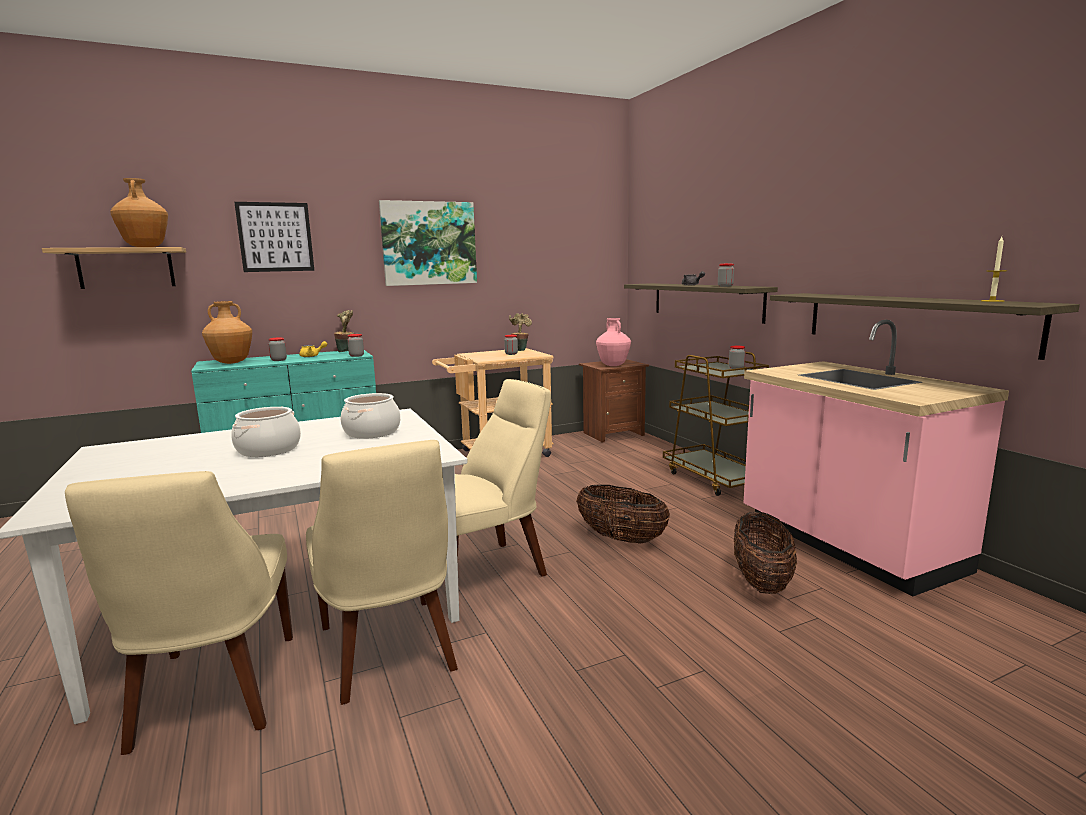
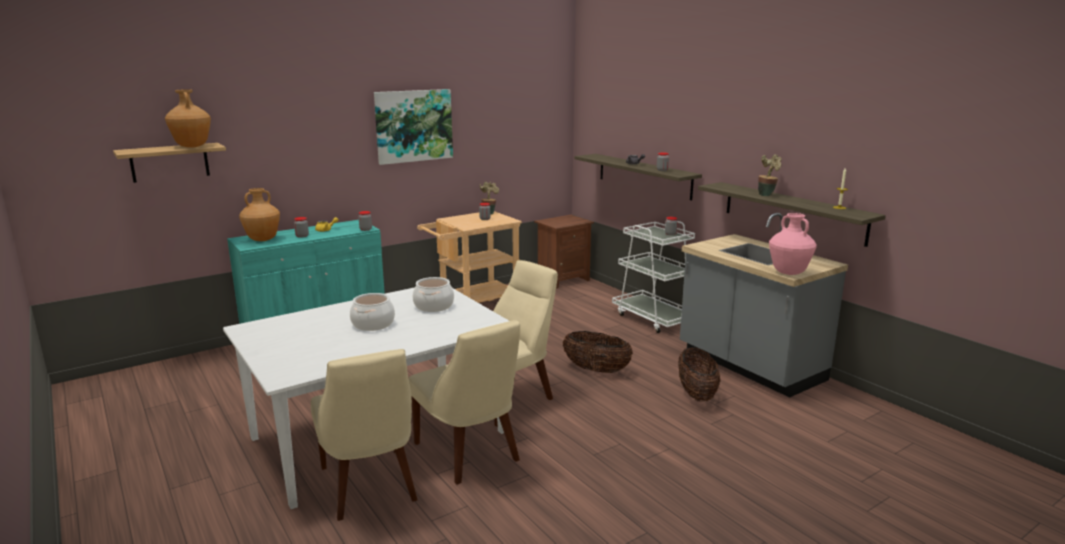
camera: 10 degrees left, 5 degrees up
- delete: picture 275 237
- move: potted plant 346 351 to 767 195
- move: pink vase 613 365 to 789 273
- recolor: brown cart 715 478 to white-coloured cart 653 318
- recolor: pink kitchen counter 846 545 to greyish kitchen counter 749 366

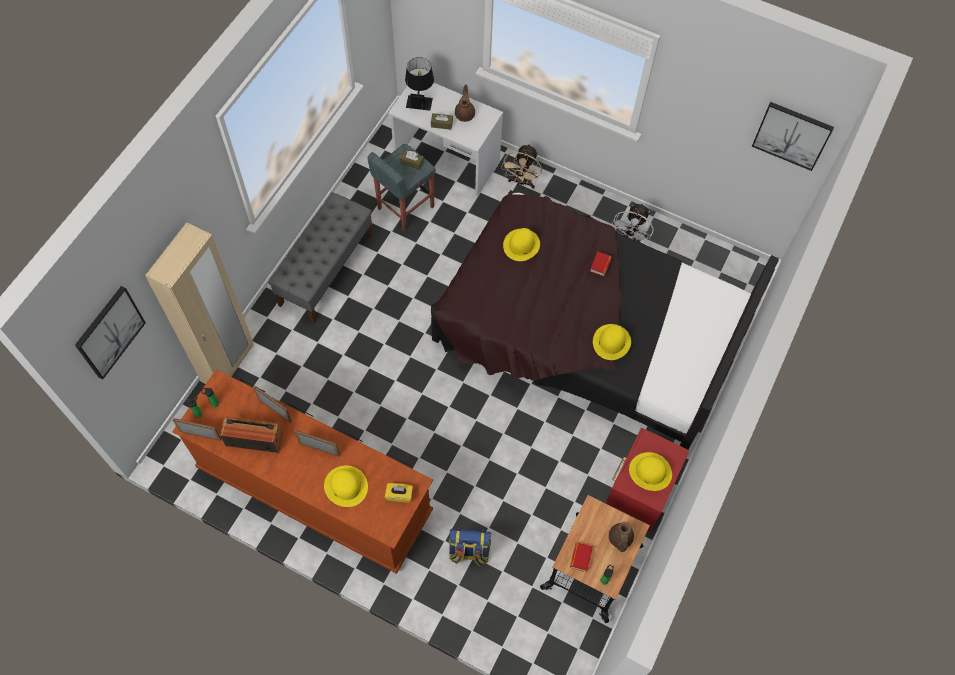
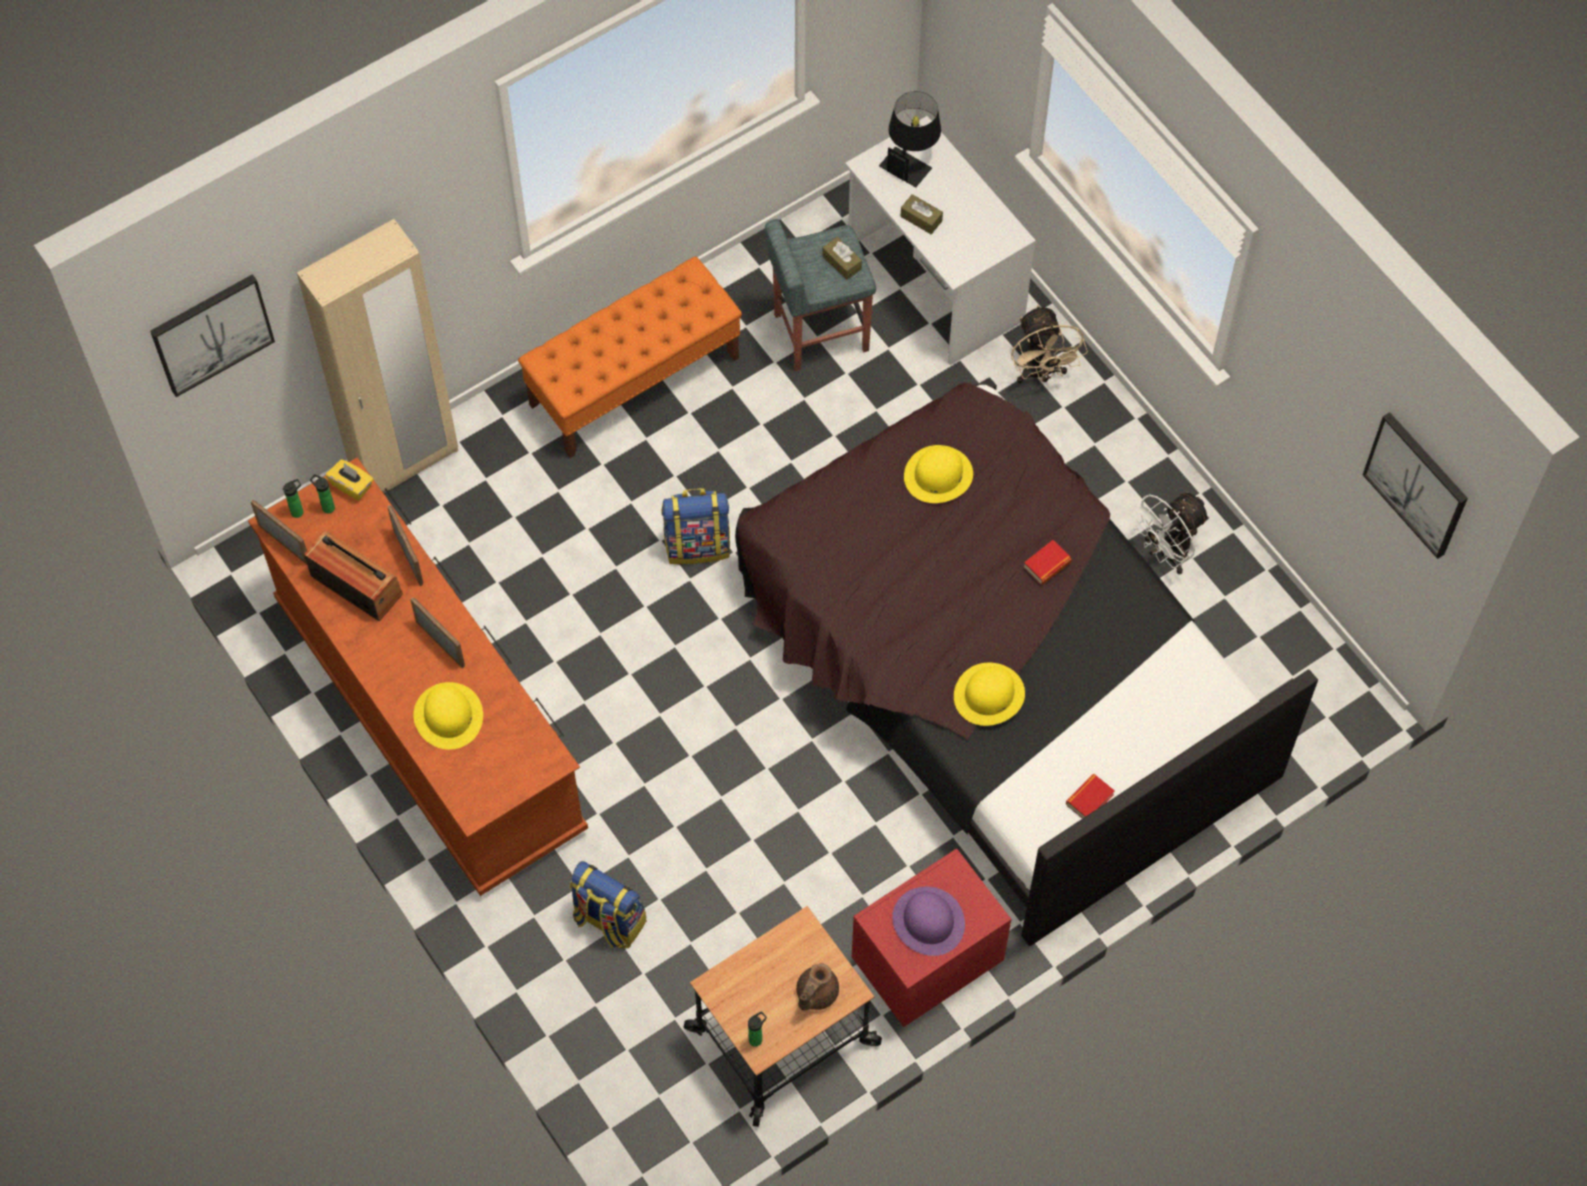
camera: 30 degrees right, 0 degrees up
- delete: brown teapot 465 114
- insert: knapsack 698 544
- move: yellow box of tissues 399 495 to 352 485
- move: book 580 558 to 1089 799
- recolor: greyish indoor bench 326 270 to orangey indoor bench 635 381
- recolor: yellow clothing hat 650 471 to purple clothing hat 928 921
- rotate: beige-coloured cooling fan 521 182 = 1040 373 60 degrees counterclockwise

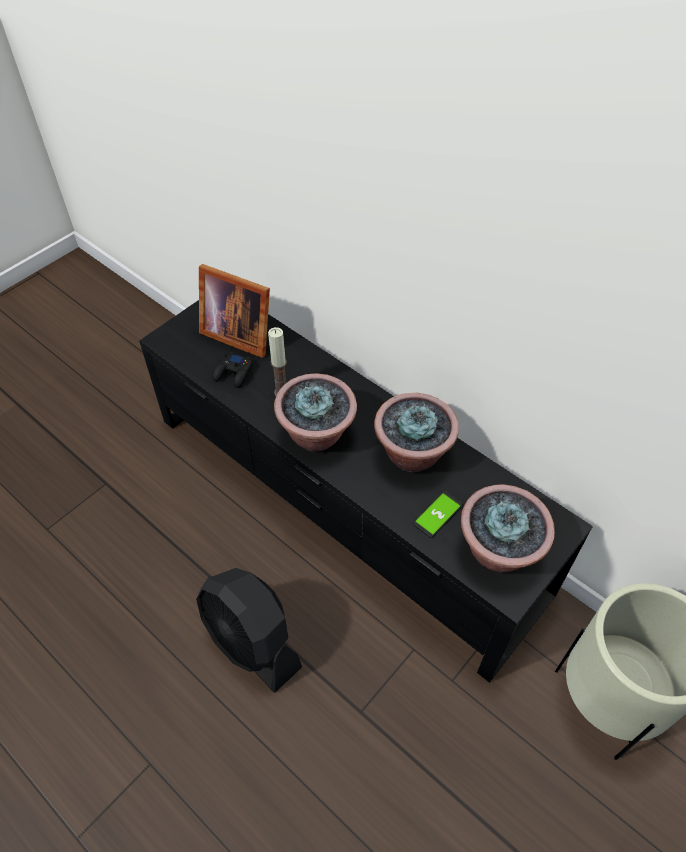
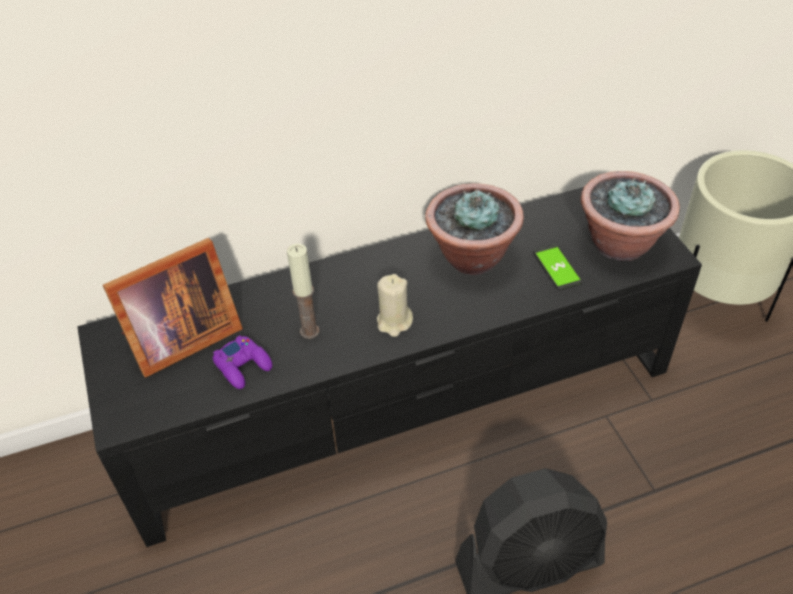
camera: 60 degrees left, 5 degrees down
- replace: potted plant 317 434 to beige-coloured wax light 394 322
- recolor: black gamepad 233 373 to purple gamepad 243 366

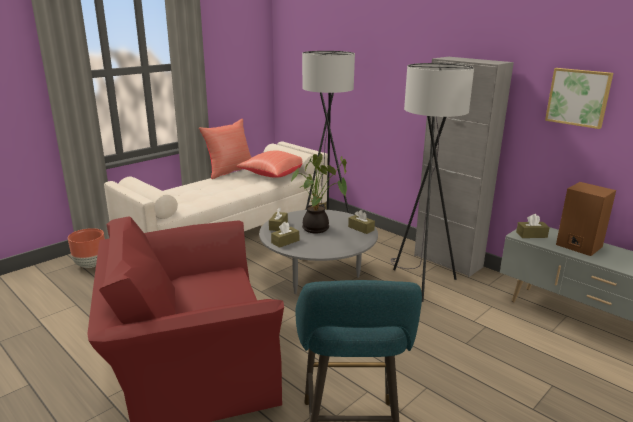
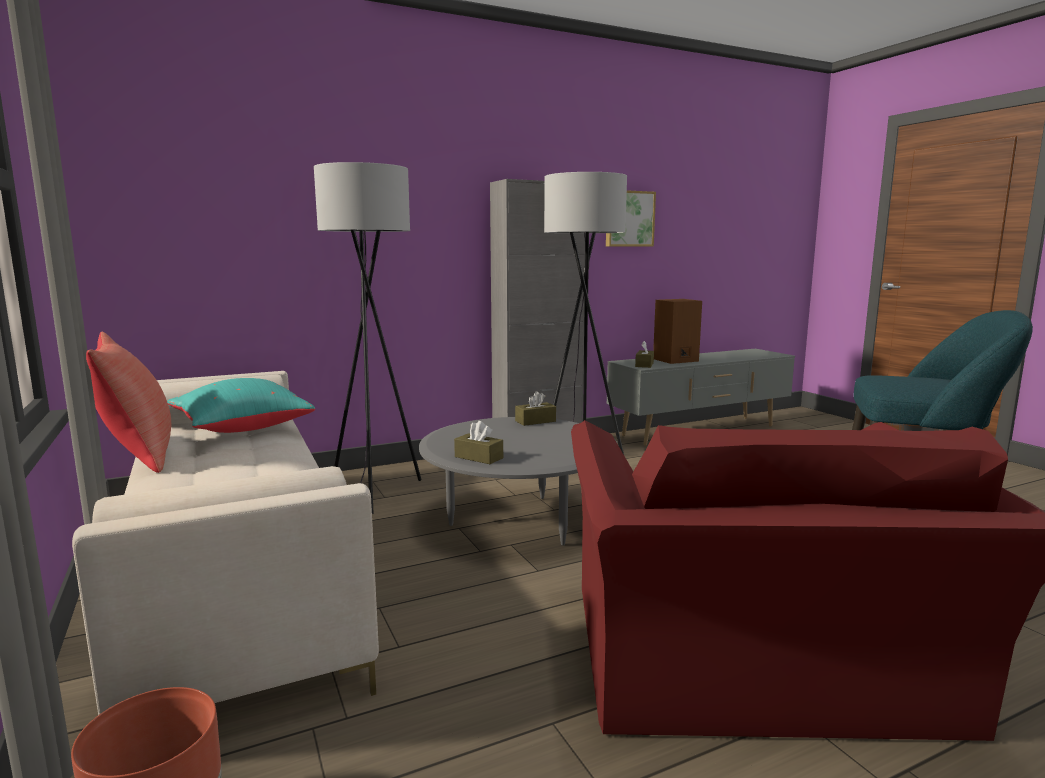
camera: 70 degrees left, 10 degrees down
- delete: brown box of tissues 285 242
- delete: potted plant 318 229
- recolor: red-coloured pillow 274 174 to turquoise pillow 241 429

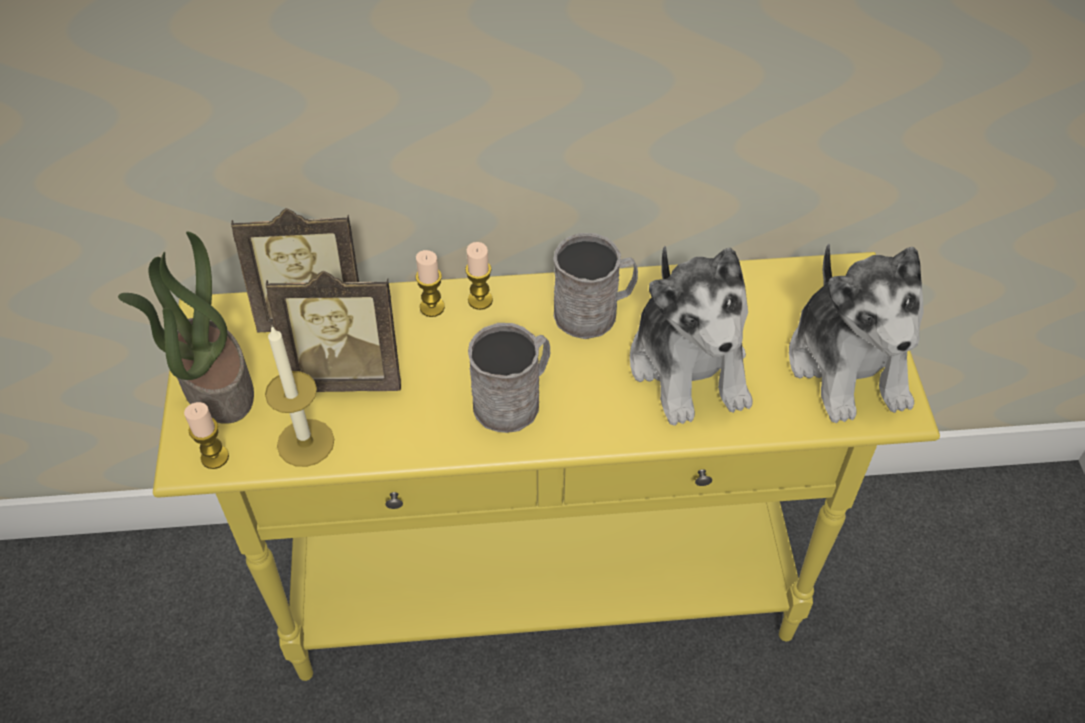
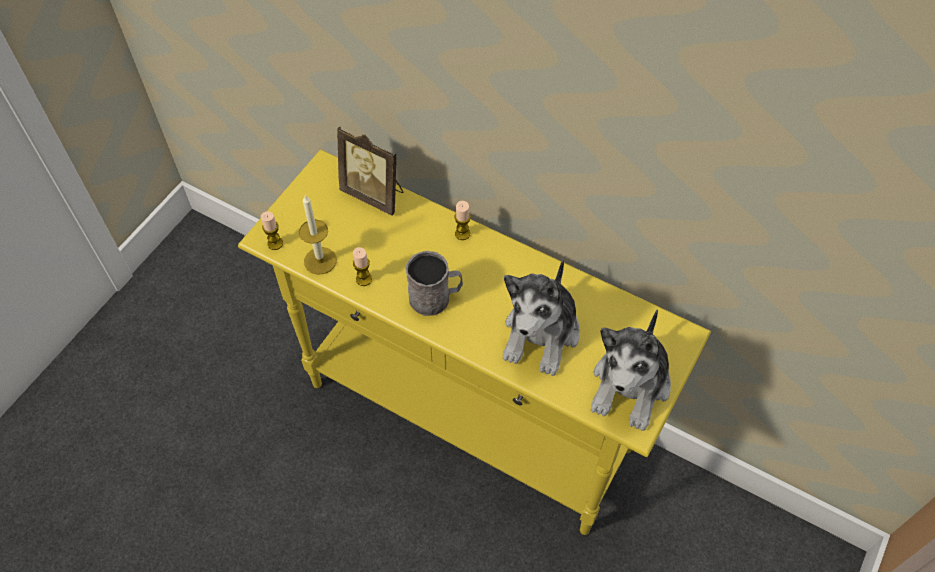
camera: 35 degrees right, 5 degrees up
- delete: potted plant 215 385
- delete: picture frame 348 373
- delete: greyish tea mug 594 312
- move: wax light 432 307 to 364 279

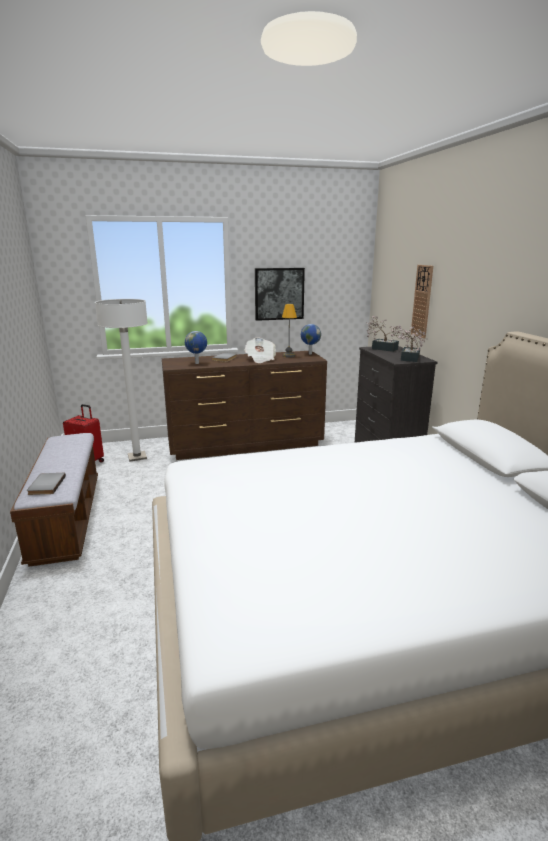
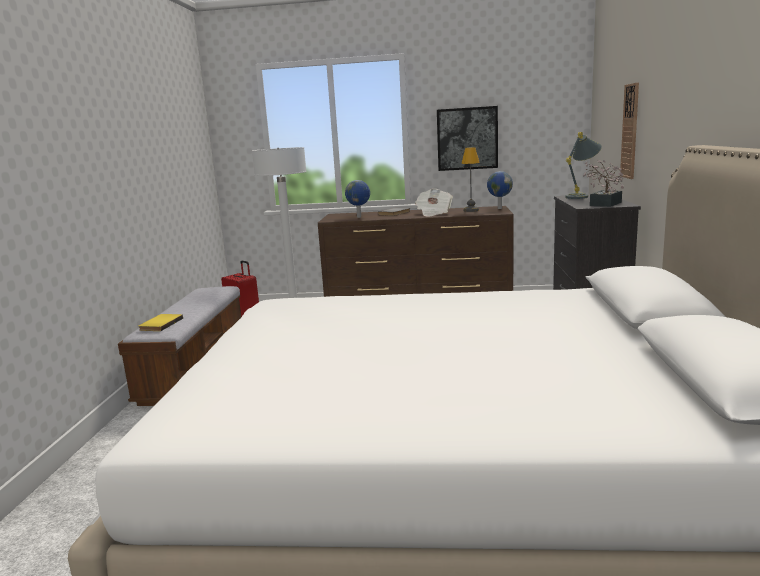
camera: 20 degrees right, 5 degrees down
- replace: potted plant 382 348 to greyish lamp for a table 582 196
- recolor: greyish book 45 485 to yellow book 160 324

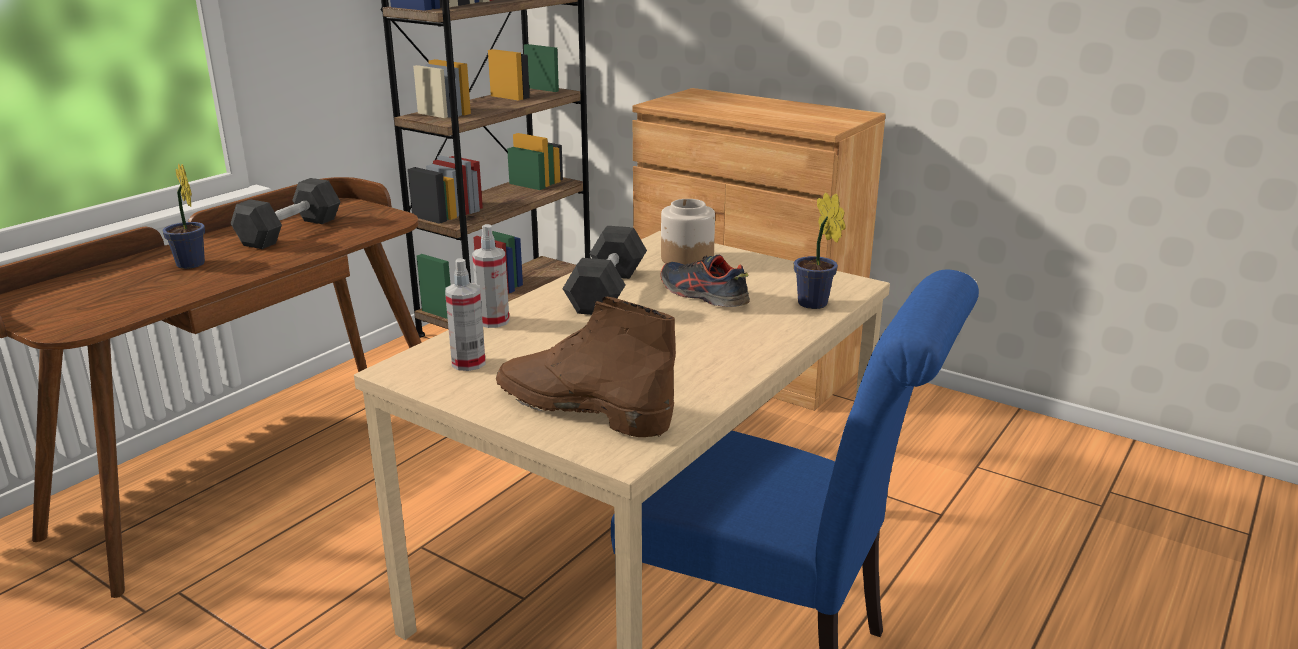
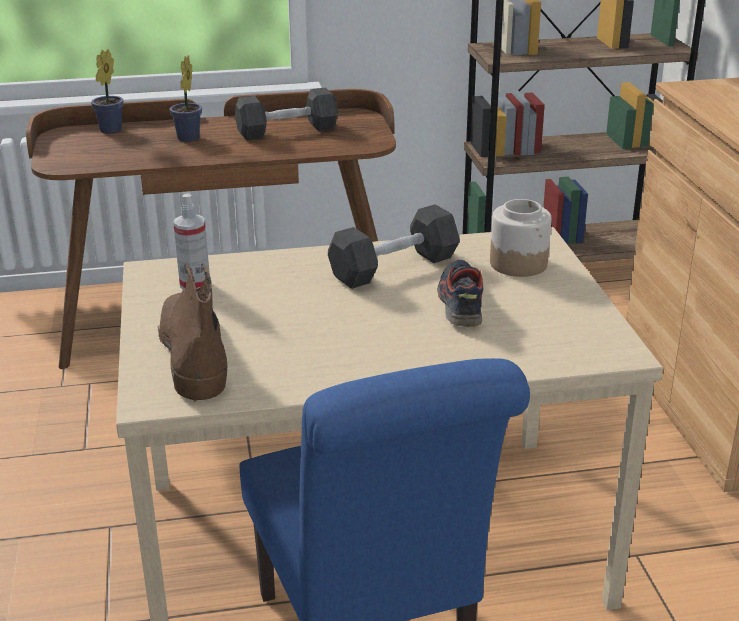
camera: 45 degrees right, 5 degrees up
- delete: spray bottle 493 321
- move: potted plant 815 305 to 109 131

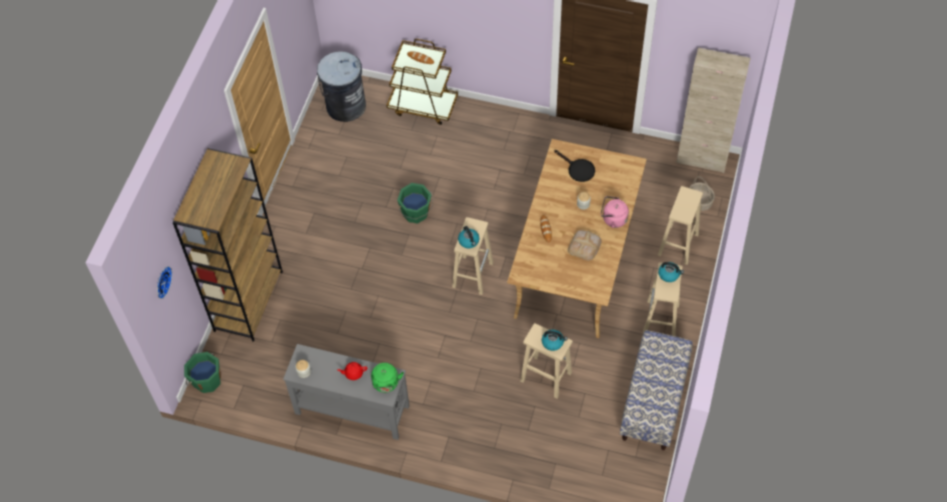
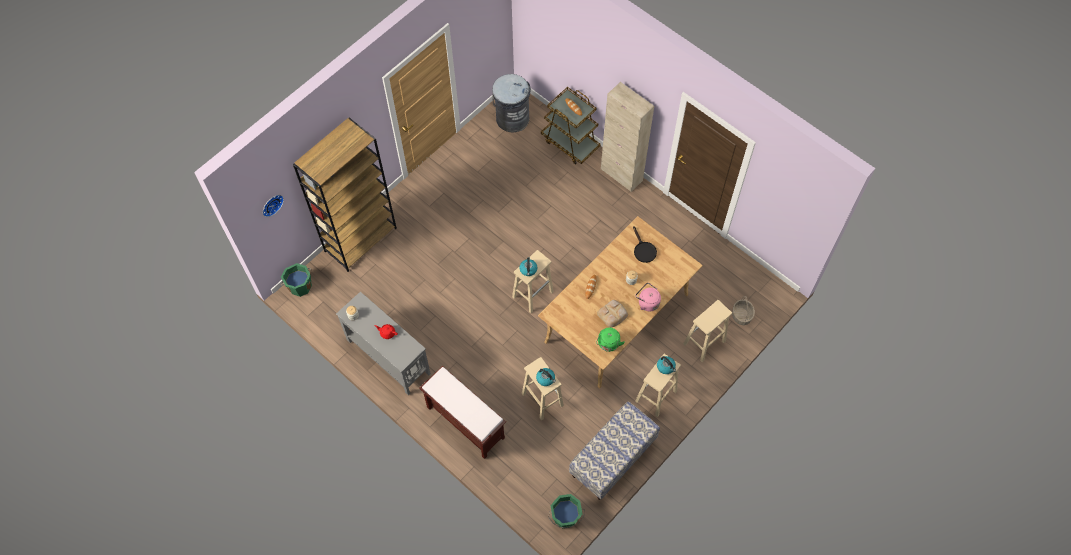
camera: 25 degrees right, 5 degrees up
- insert: brown indoor bench 464 422
- move: green-coloured tea kettle 386 384 to 608 344
- move: green-coloured bucket 416 213 to 565 517
- move: beige-coloured cabinet 702 159 to 621 175

